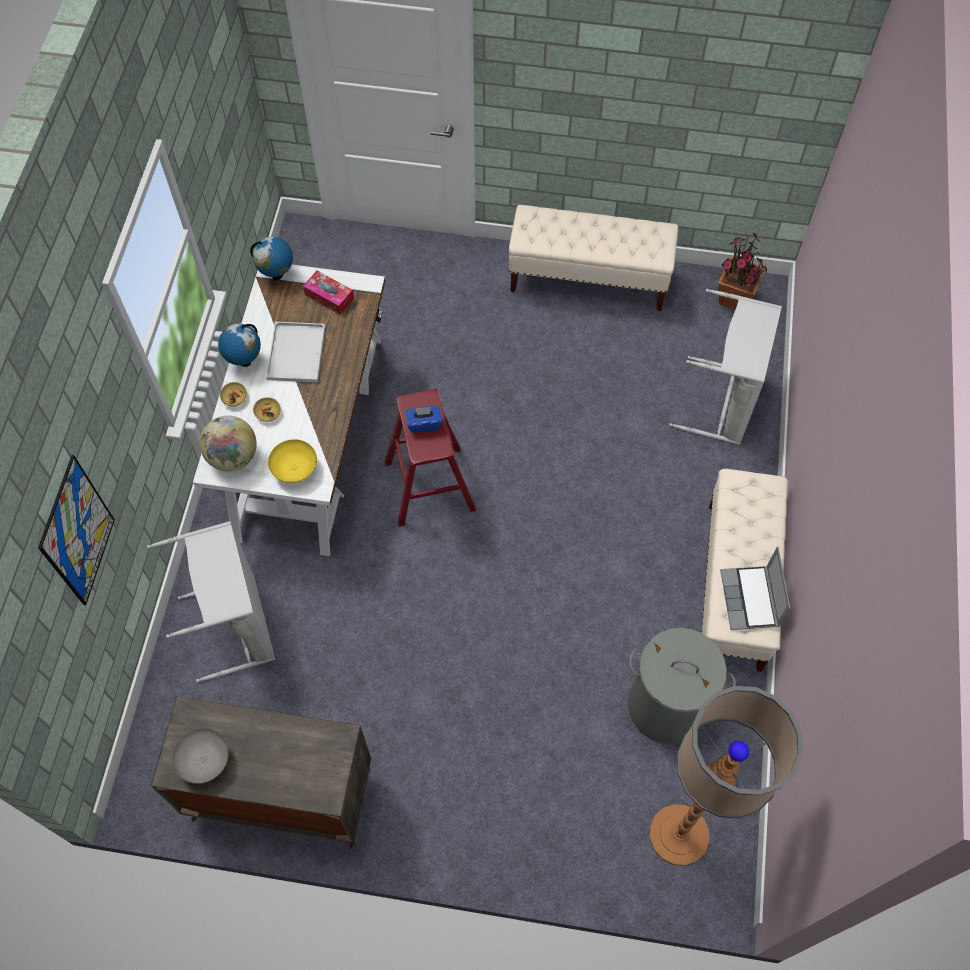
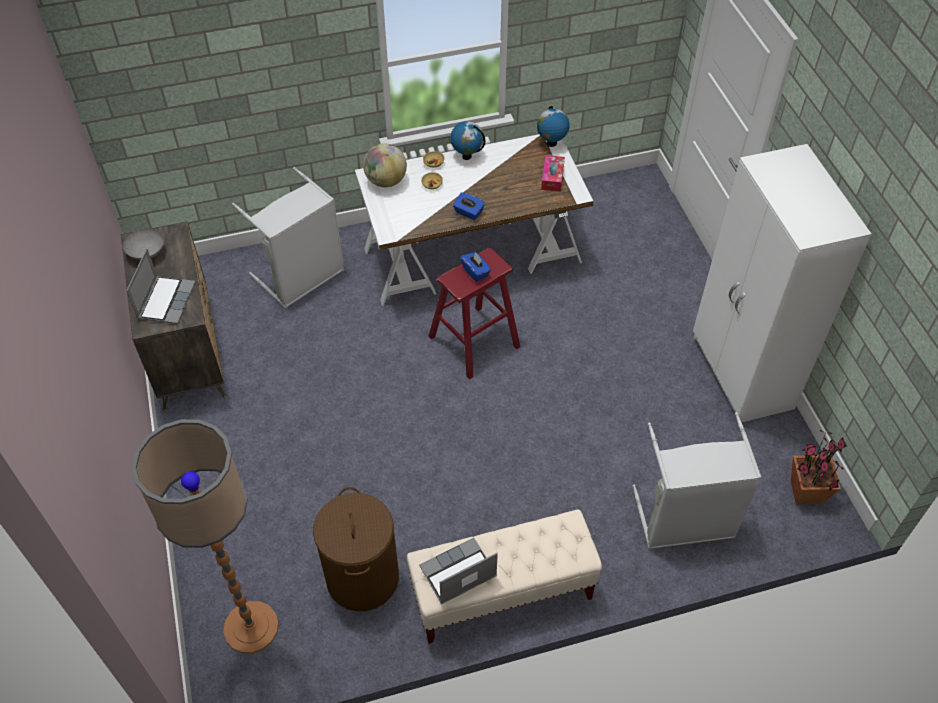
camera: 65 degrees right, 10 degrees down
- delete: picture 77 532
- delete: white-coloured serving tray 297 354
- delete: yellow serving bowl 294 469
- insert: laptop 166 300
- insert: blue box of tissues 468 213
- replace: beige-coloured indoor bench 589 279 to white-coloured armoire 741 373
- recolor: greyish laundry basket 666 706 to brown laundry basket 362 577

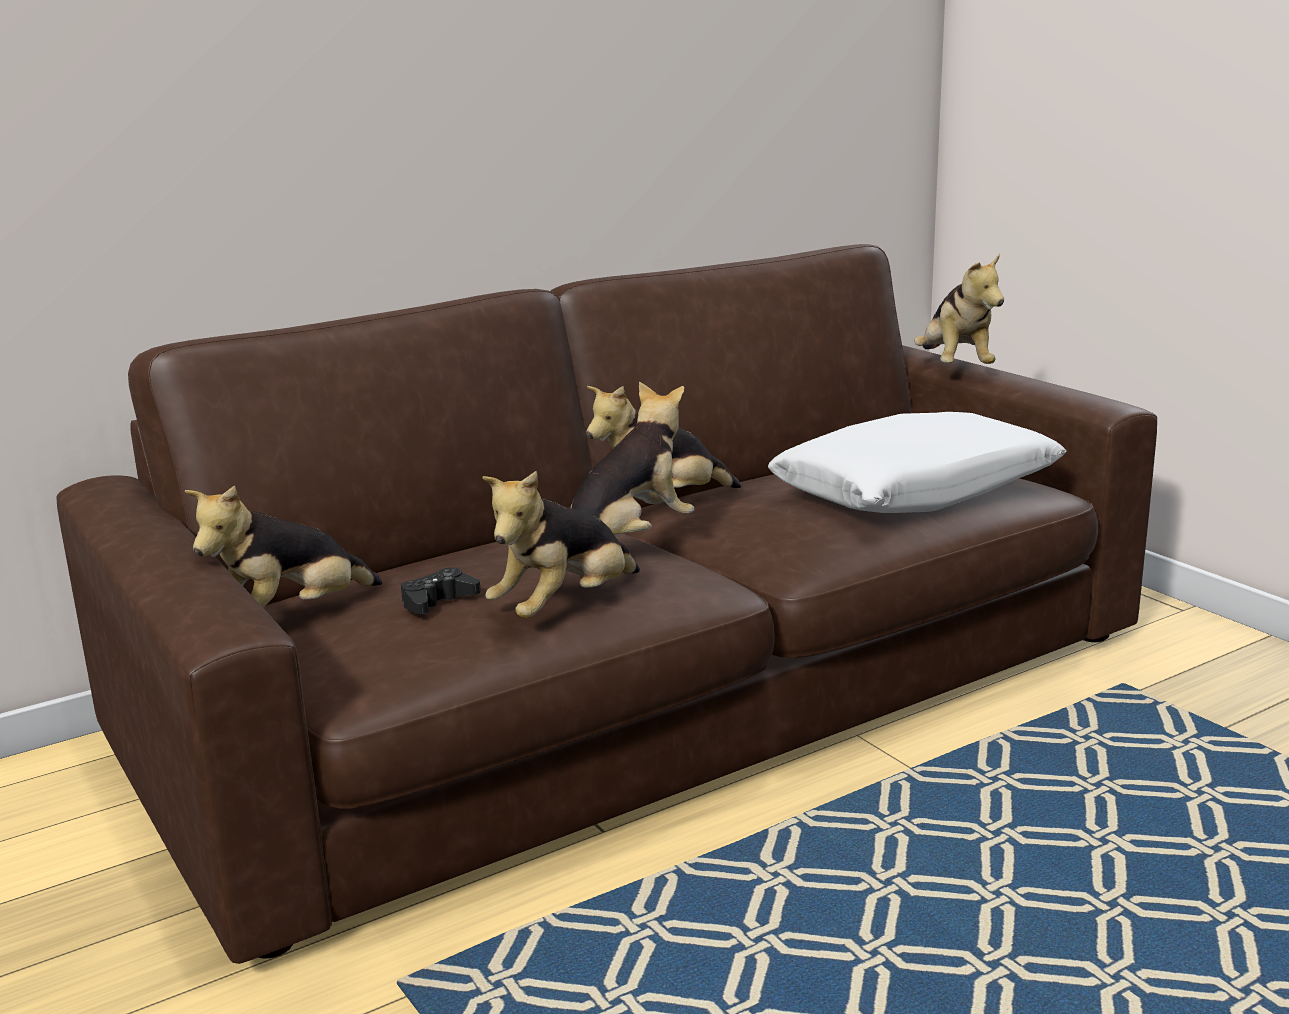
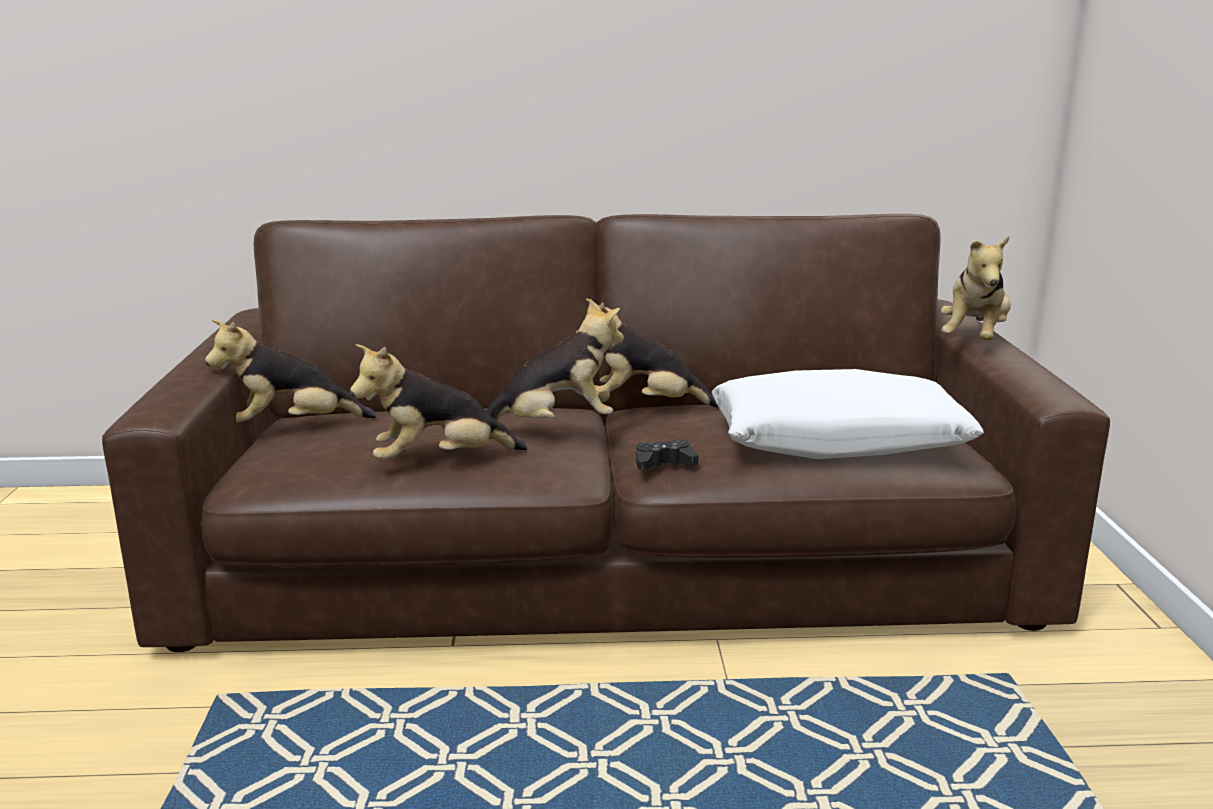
camera: 30 degrees right, 0 degrees up
- move: black gamepad 438 601 to 664 463

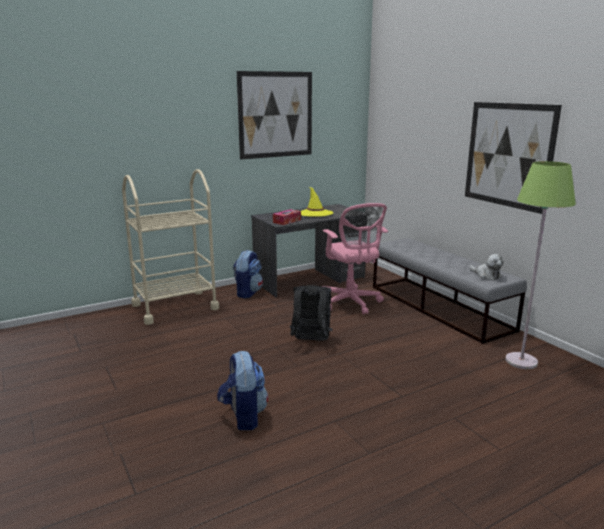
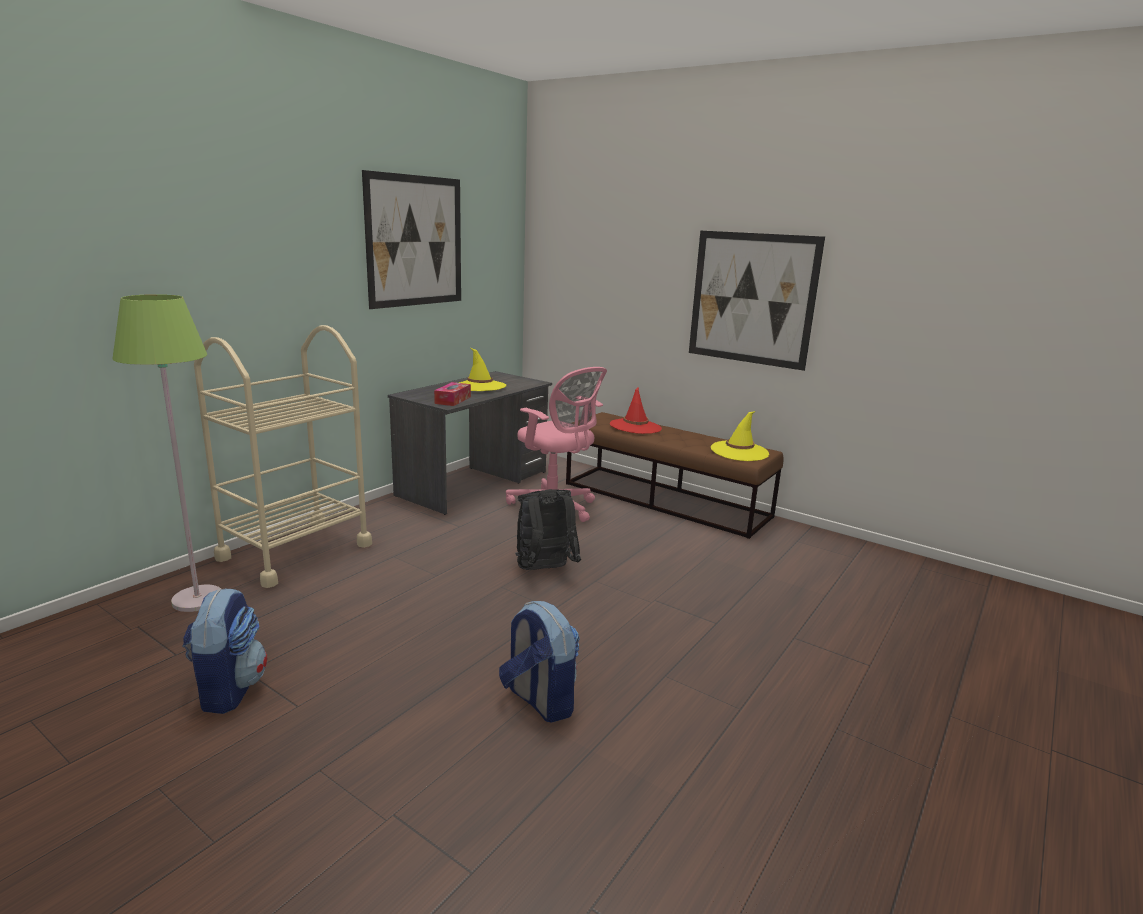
camera: 25 degrees left, 0 degrees up
- insert: red-coloured clothing hat 635 427
- move: knapsack 248 292 to 229 689
- move: green-coloured standing lamp 521 361 to 197 599
- replace: plush toy 486 275 to yellow clothing hat 739 451
- recolor: greyish indoor bench 439 307 to brown indoor bench 666 500

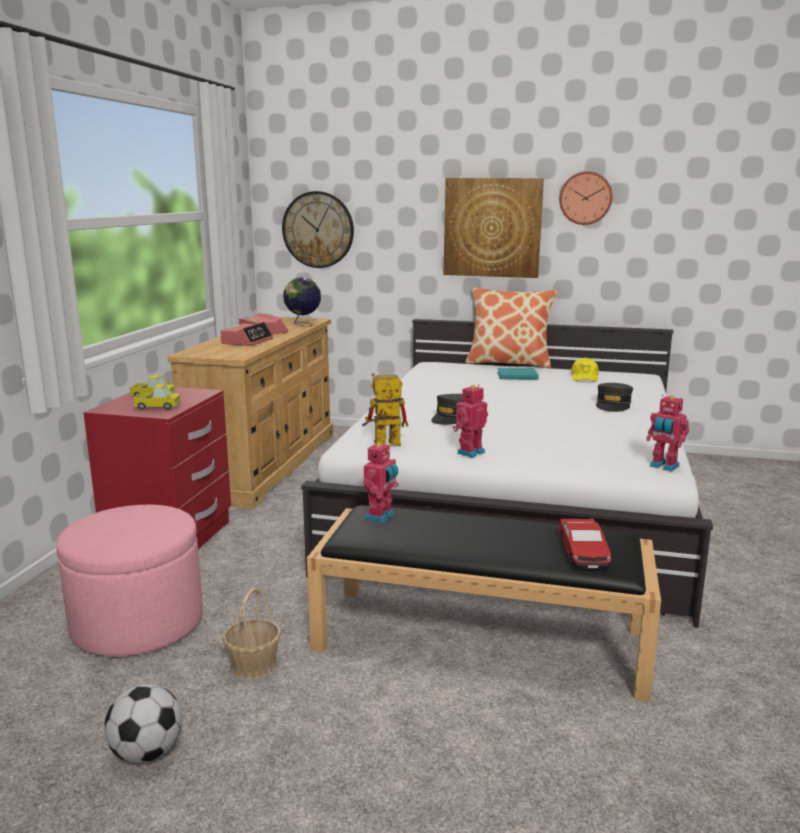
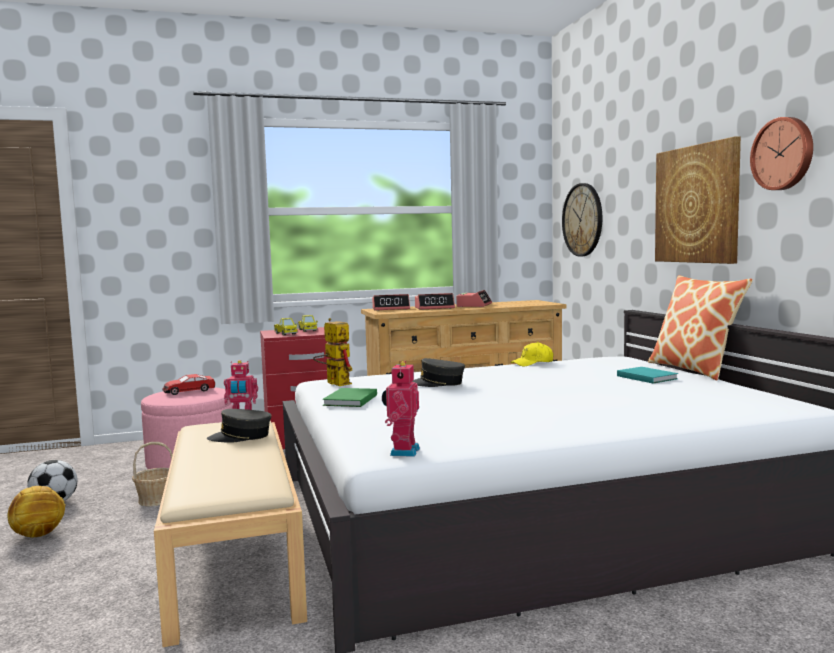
camera: 60 degrees right, 10 degrees down
- delete: world globe 303 325
- insert: ball for football 38 534
- insert: alarm clock 391 309
- move: toy car 583 552 to 189 391
- move: yellow baseball cap 584 377 to 532 363
- move: greyish baseball cap 613 405 to 241 437
- replace: robot figure 469 452 to green-coloured book 349 400
- recolor: black indoor bench 482 639 to beige-coloured indoor bench 235 555

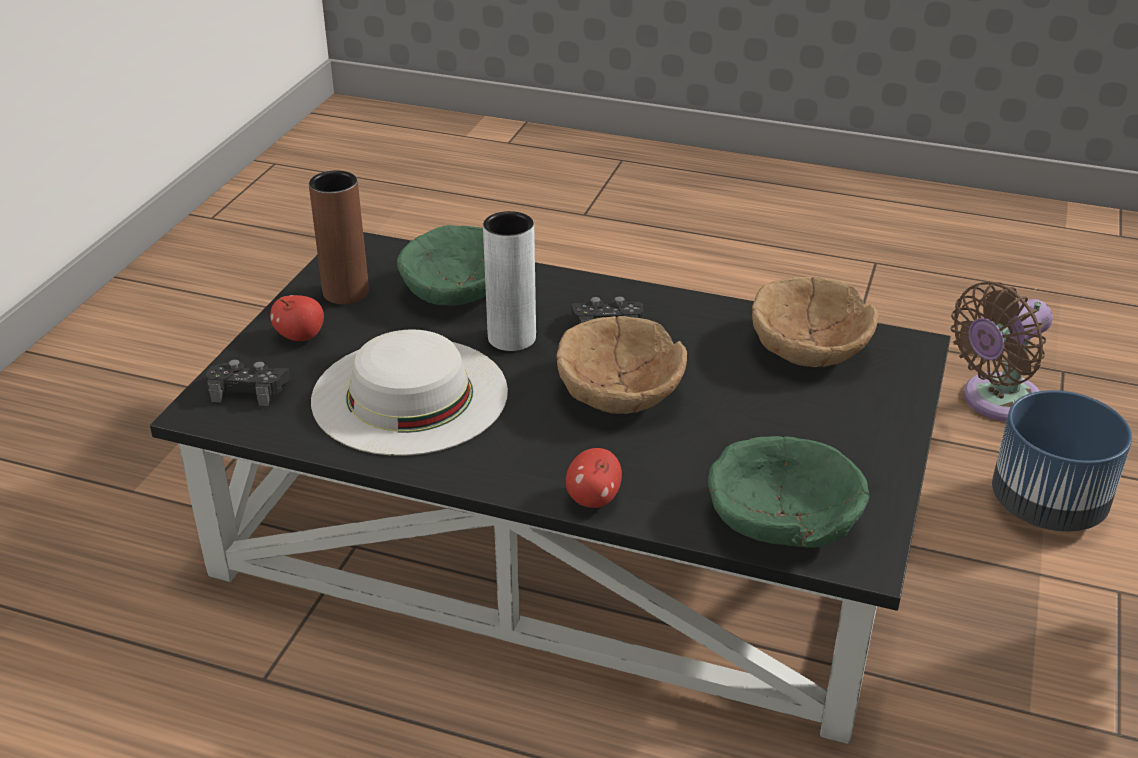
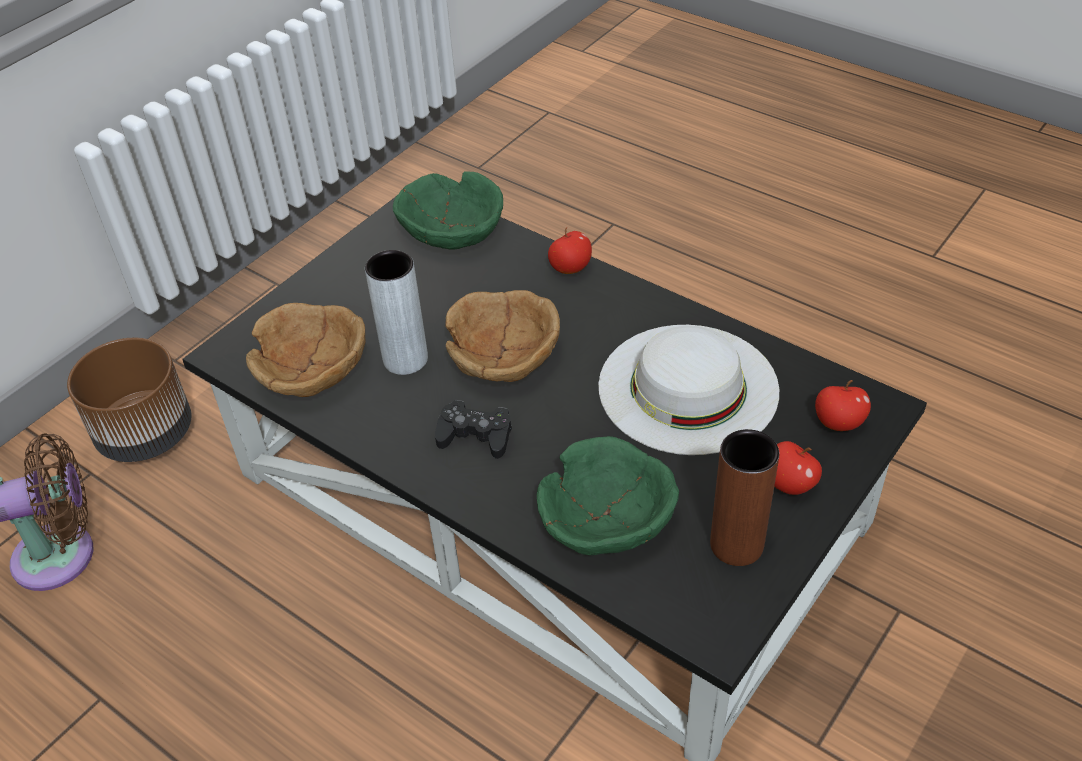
camera: 160 degrees left, 10 degrees up
- move: greyish vase 512 338 to 405 359
- replace: black gamepad 248 389 to apple fruit 838 423
- recolor: blue flower pot 1047 507 to brown flower pot 146 434

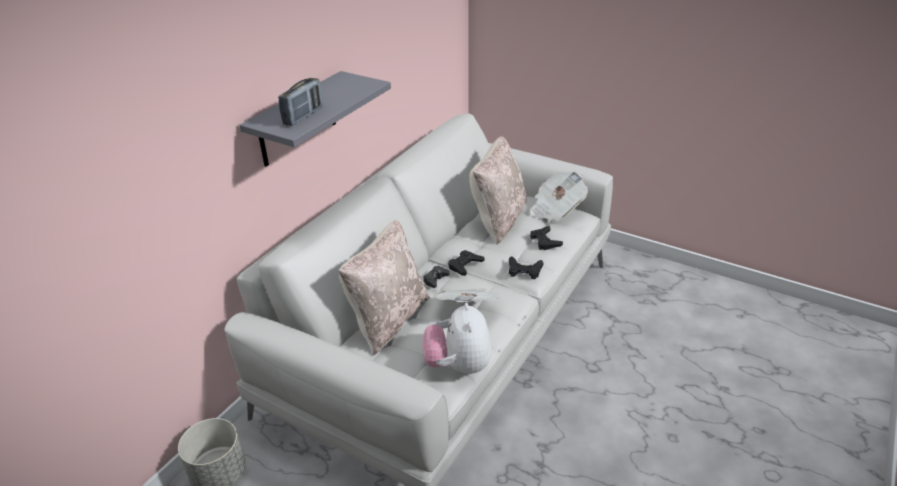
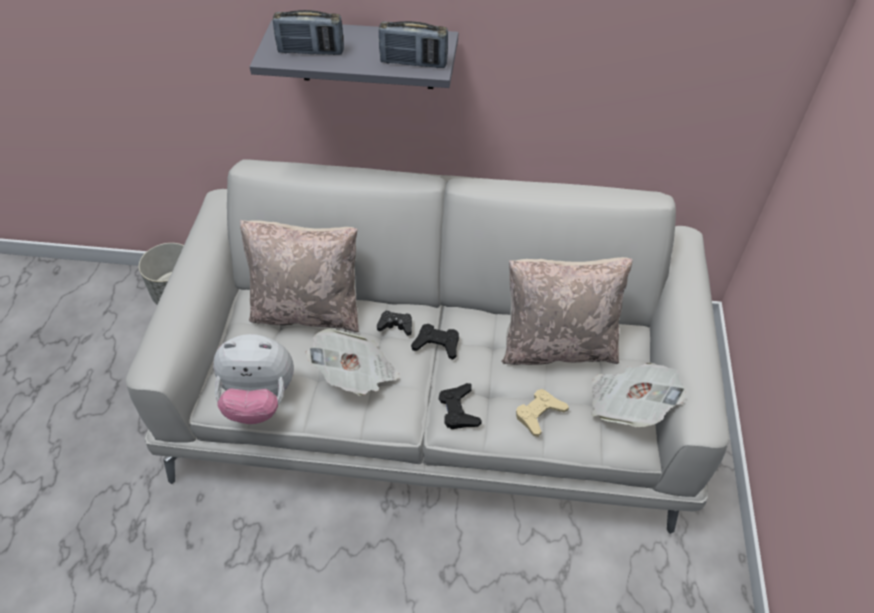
camera: 65 degrees right, 15 degrees up
- insert: radio 413 63
- recolor: black gamepad 545 241 to beige-coloured gamepad 539 414
- rotate: plush toy 458 365 = 259 400 150 degrees counterclockwise

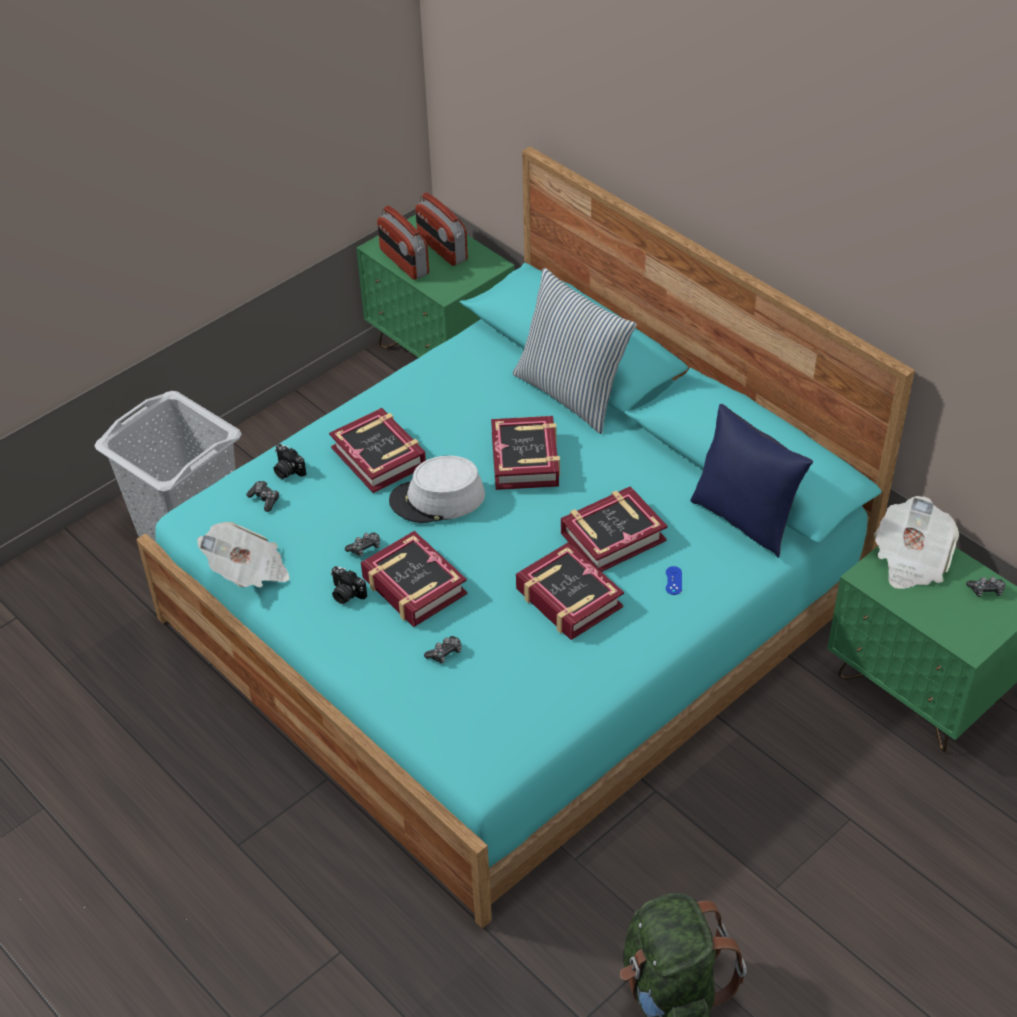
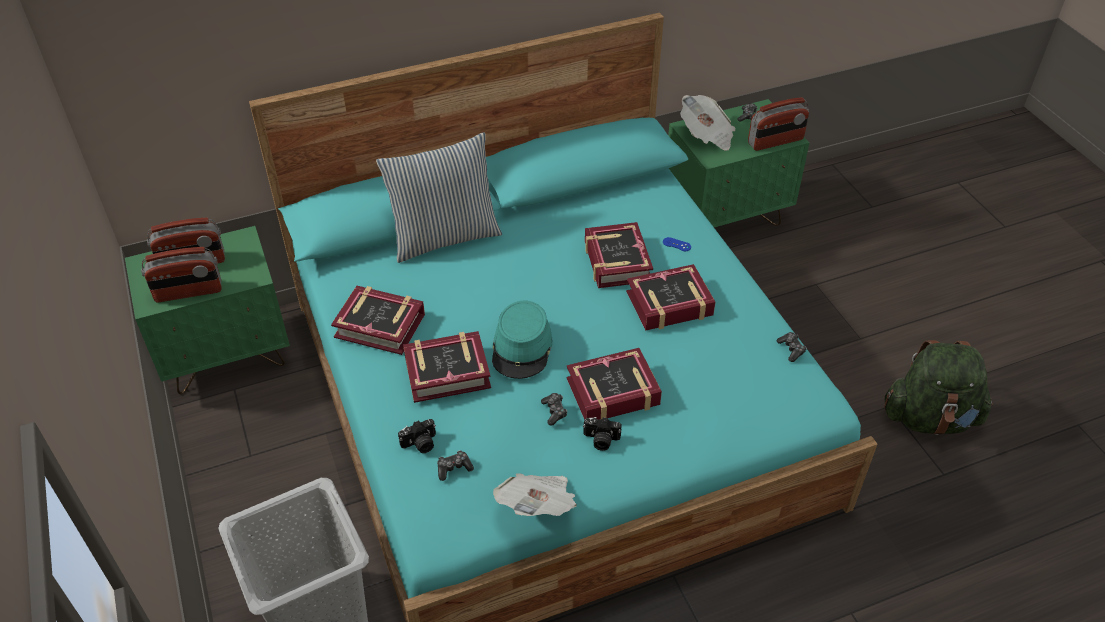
camera: 70 degrees left, 0 degrees up
- delete: blue pillow 744 519
- insert: radio 775 141
- move: gamepad 445 653 to 791 349
- move: book 526 460 to 380 325
- recolor: greyish clothing hat 437 499 to turquoise clothing hat 522 348
- rotate: still camera 346 594 = 601 440 45 degrees clockwise

